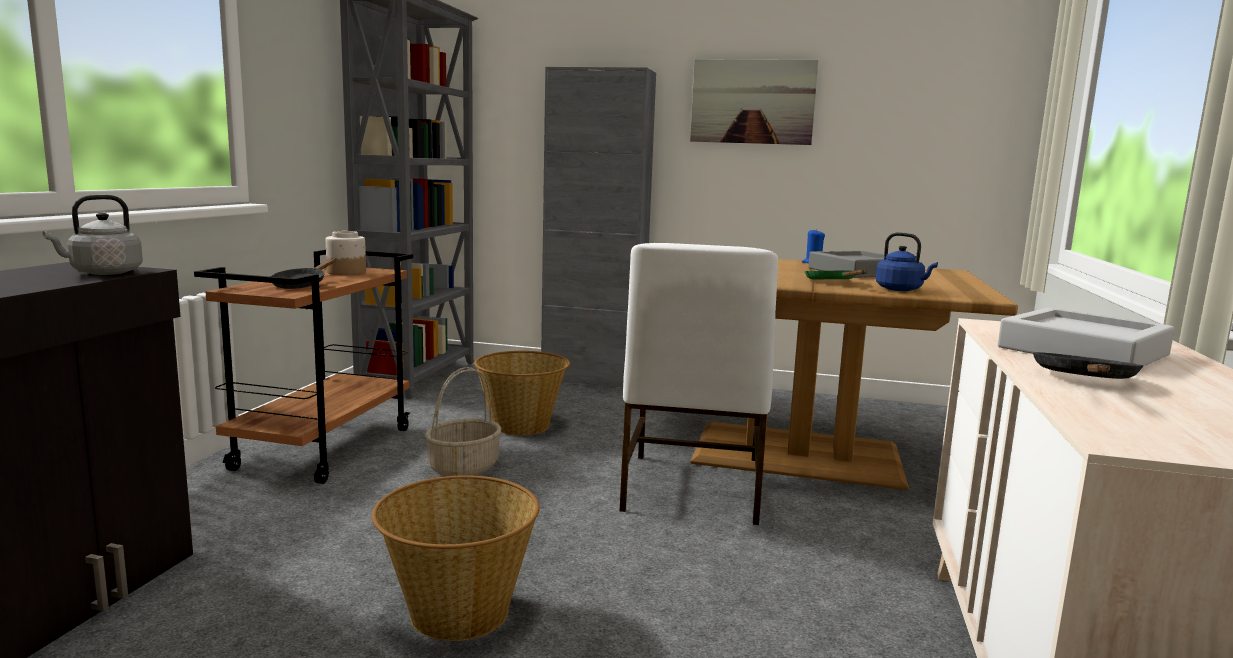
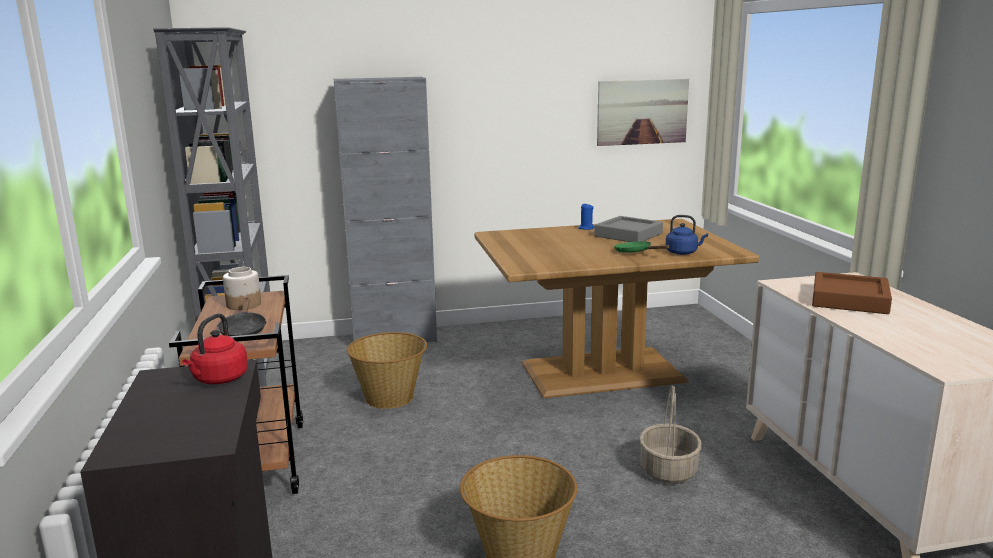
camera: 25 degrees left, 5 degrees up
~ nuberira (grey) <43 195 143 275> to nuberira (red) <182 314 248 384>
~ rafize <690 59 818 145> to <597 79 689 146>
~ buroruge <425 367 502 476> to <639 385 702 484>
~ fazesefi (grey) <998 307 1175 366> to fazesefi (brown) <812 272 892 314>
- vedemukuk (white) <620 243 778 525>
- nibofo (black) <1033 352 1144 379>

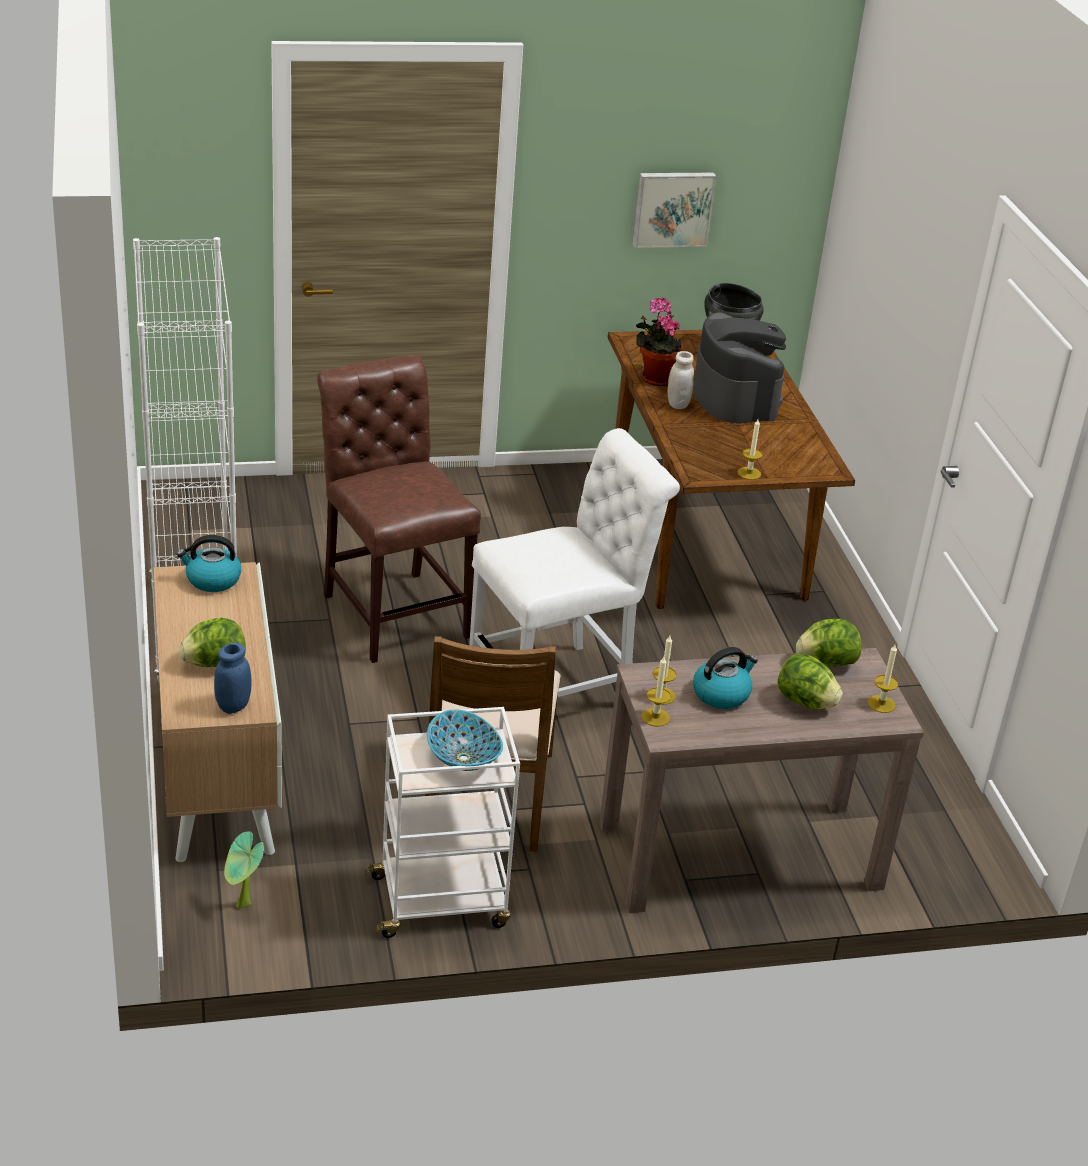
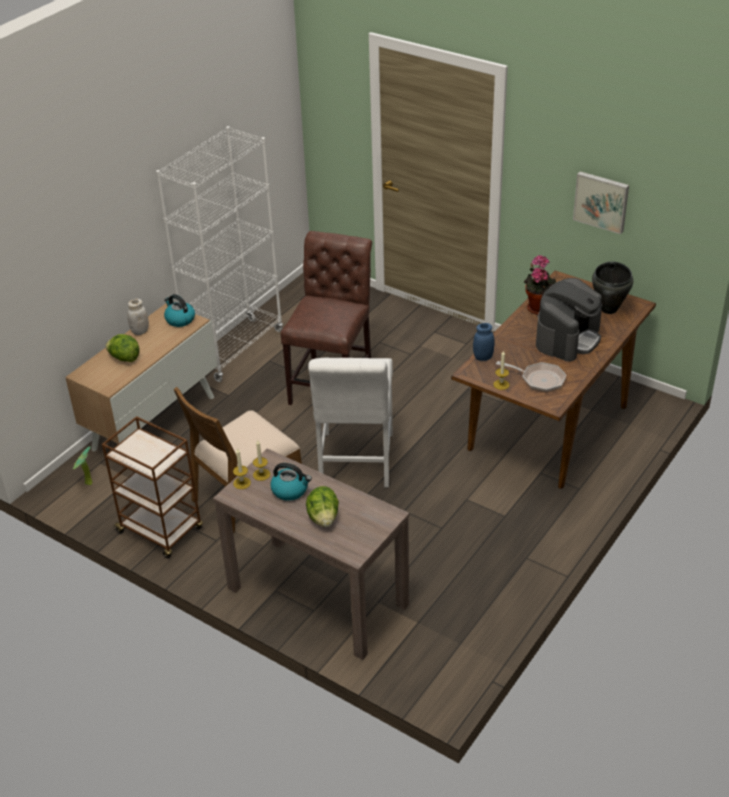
camera: 50 degrees right, 5 degrees up
~ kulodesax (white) <365 707 520 938> to kulodesax (brown) <102 416 203 558>
~ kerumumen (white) <668 351 694 409> to <128 299 149 335>
~ vedemukuk (white) <469 428 680 697> = <308 358 393 487> 75 degrees clockwise
~ kerumumen (blue) <214 643 252 714> to <473 323 495 361>
+ nibofo <496 361 566 392>
- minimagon <427 710 503 771>
- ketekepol <796 619 861 667>
- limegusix <868 645 899 713>

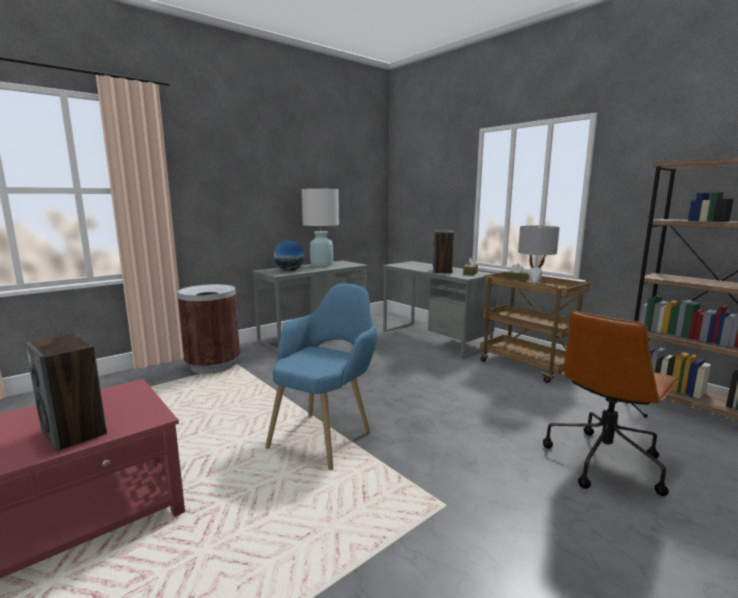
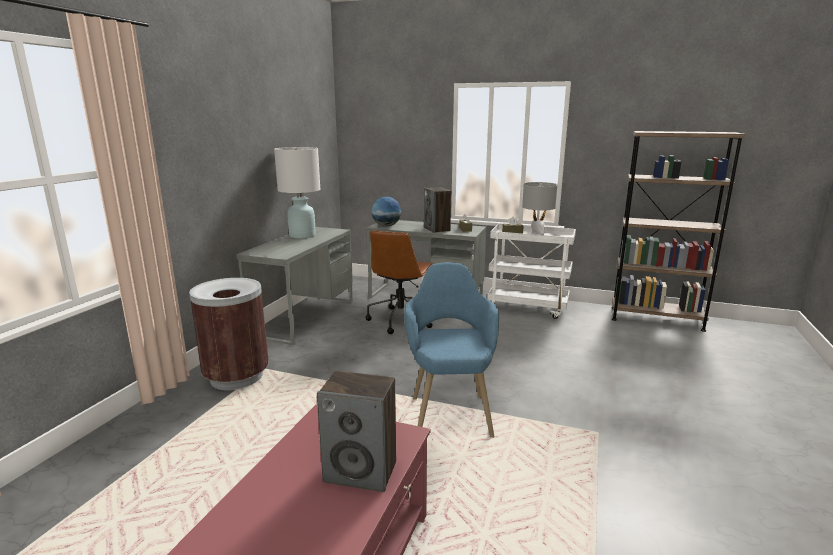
camera: 30 degrees left, 5 degrees up
~ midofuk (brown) <543 311 680 496> to <365 230 433 334>
~ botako <274 241 304 271> to <372 197 401 227>
~ kulodesax (brown) <480 271 590 383> to kulodesax (white) <487 223 576 319>

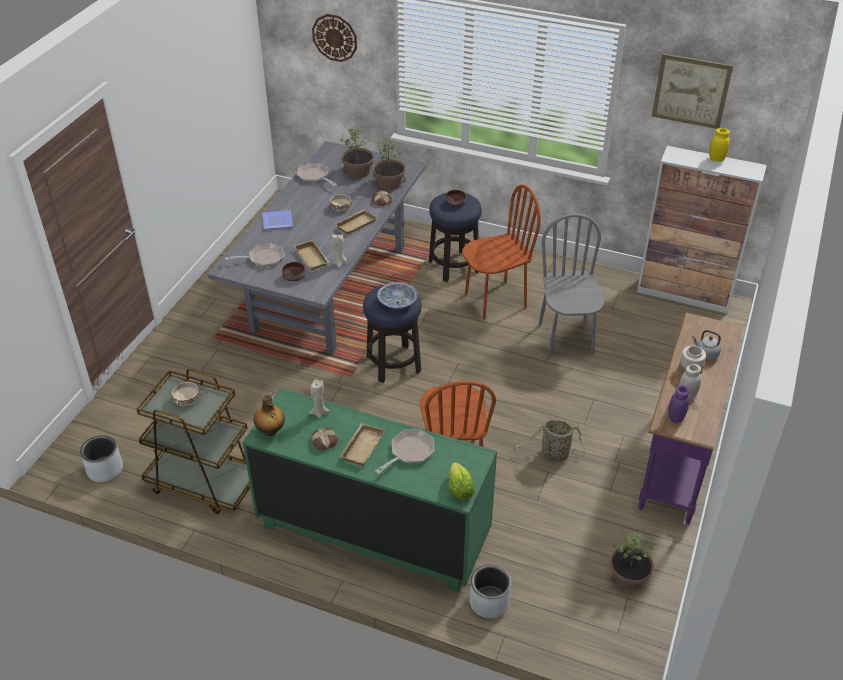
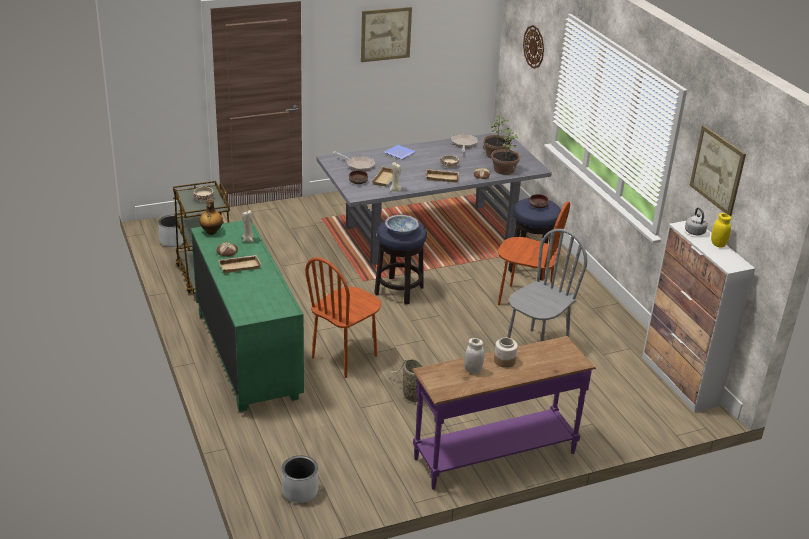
camera: 45 degrees right, 10 degrees down
~ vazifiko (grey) <469 565 511 618> to <282 456 318 503>
+ rafize <361 7 412 62>
~ nuberira (grey) <692 330 721 360> to <685 207 708 235>
- nibofo <375 429 434 474>
- ketekepol <449 462 475 500>
- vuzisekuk <610 531 656 590>
- kerumumen (purple) <668 385 690 423>

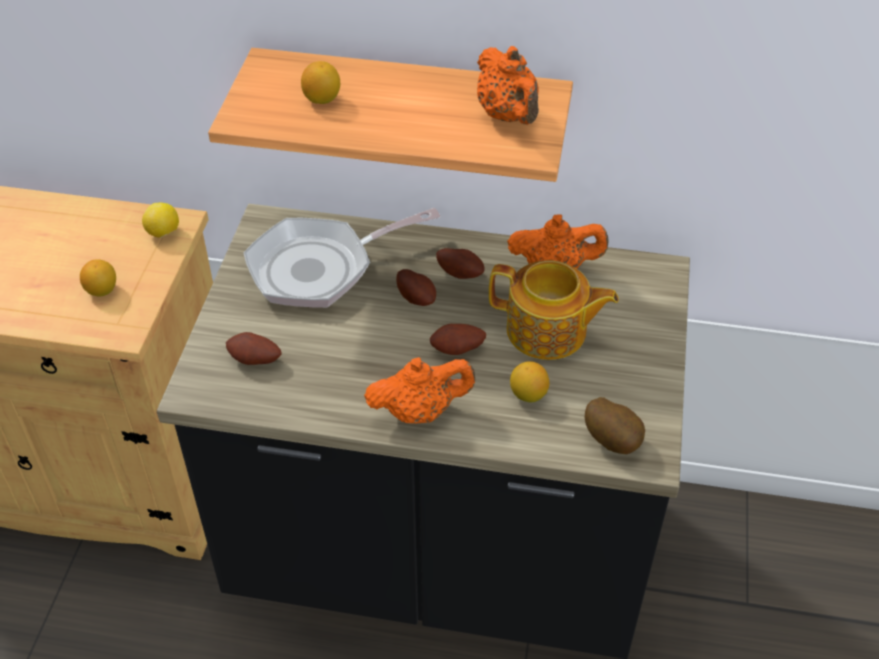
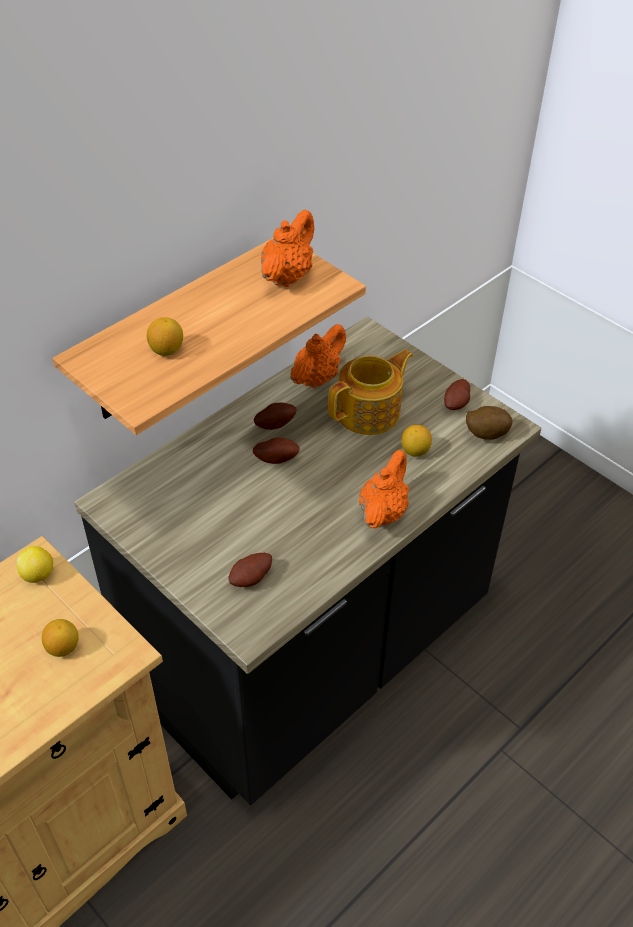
camera: 55 degrees left, 0 degrees up
~ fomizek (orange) <477 46 539 125> = <261 210 314 287> 75 degrees counterclockwise
~ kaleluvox <430 324 486 355> to <444 379 470 410>
- nibofo <244 208 440 308>

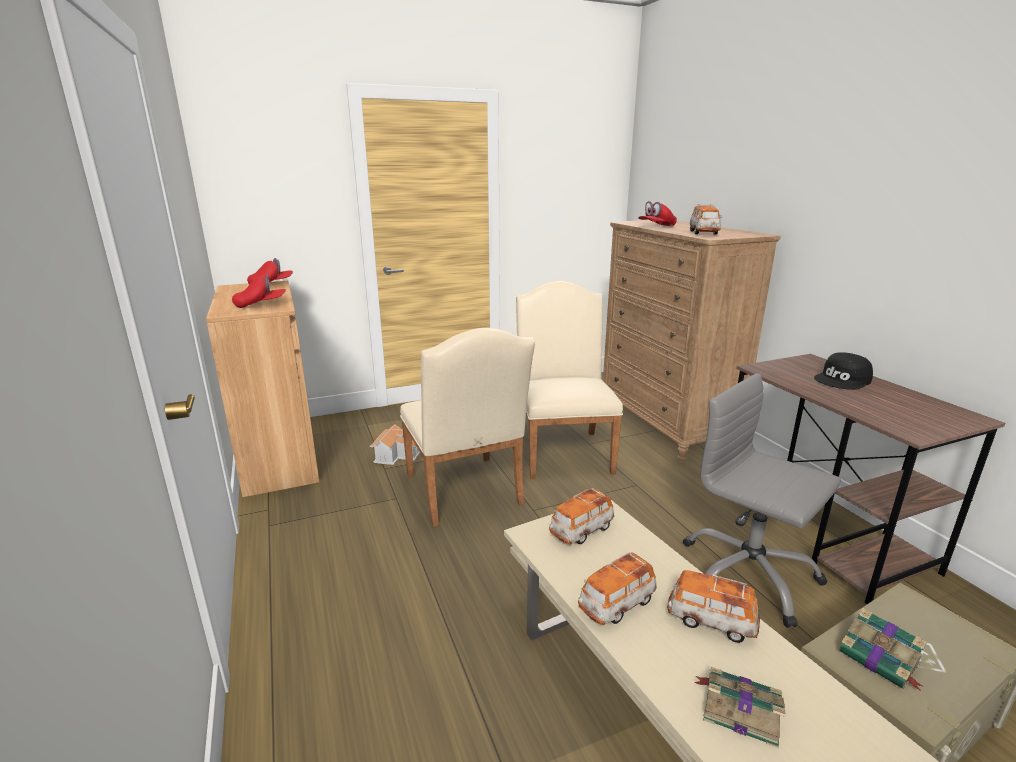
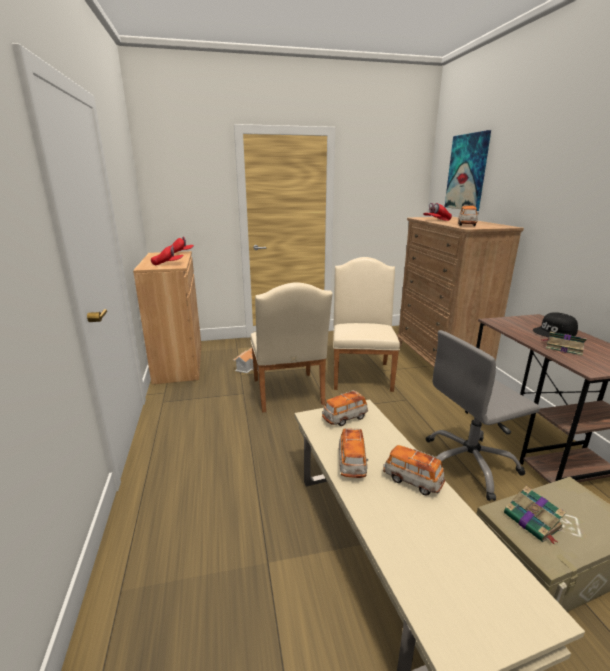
camera: 10 degrees right, 0 degrees up
~ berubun <578 552 657 625> = <339 428 368 478> 60 degrees counterclockwise
~ midofuk (grey) <683 373 841 628> = <426 330 540 501> 75 degrees counterclockwise
+ rafize <445 130 491 211>
~ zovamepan <694 667 786 748> to <542 332 587 356>

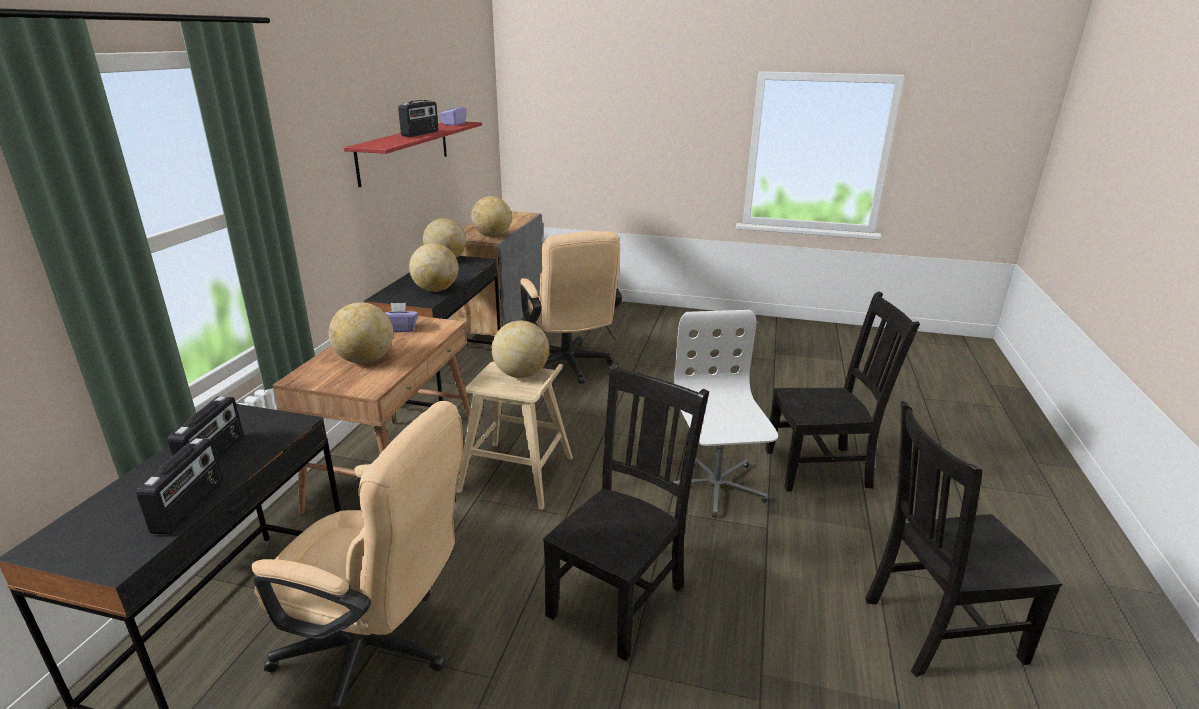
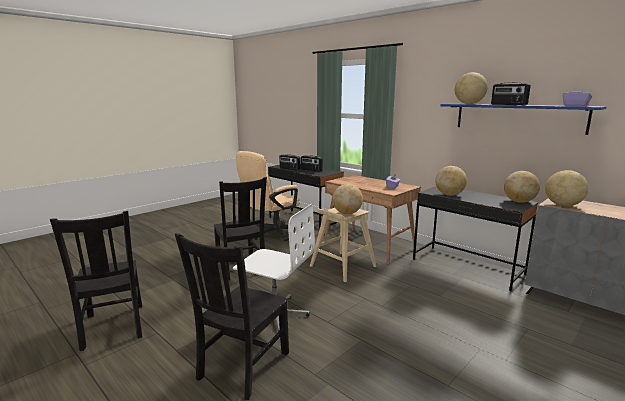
camera: 120 degrees right, 10 degrees down
~ vedemukuk (black) <865 401 1063 677> = <50 211 142 351> 135 degrees clockwise
~ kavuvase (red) <344 122 482 187> to kavuvase (blue) <440 104 606 135>
~ botako <329 302 393 364> to <455 72 488 104>
- midofuk (beige) <520 231 622 384>

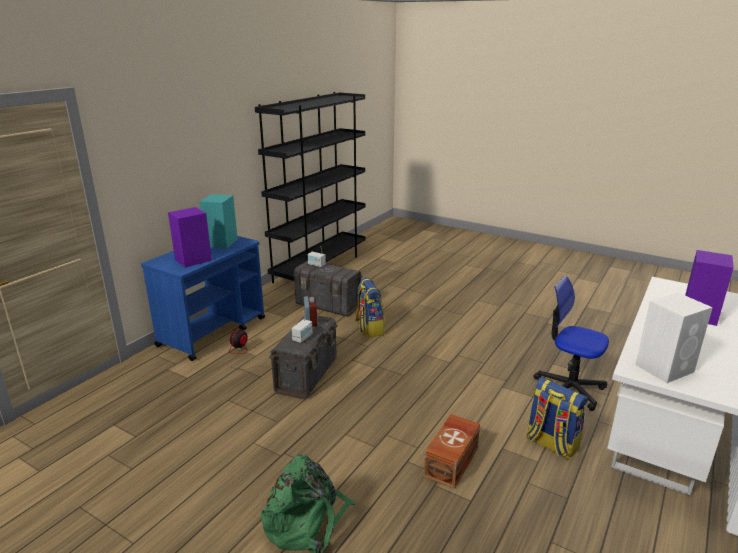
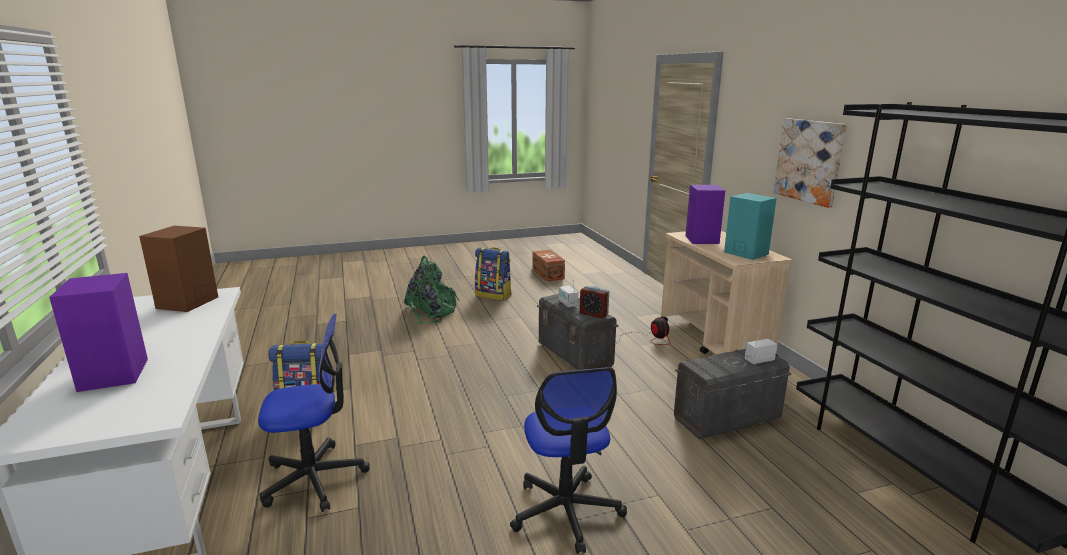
camera: 130 degrees right, 5 degrees down
~ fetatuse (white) <635 293 713 383> to fetatuse (brown) <139 226 218 312>
~ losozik <355 277 385 338> to <475 248 512 301>
+ midofuk <510 367 627 554>
~ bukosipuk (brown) <424 414 480 489> to <532 250 565 281>
~ kulodesax (blue) <141 236 265 361> to kulodesax (beige) <660 231 792 356>
+ rafize <773 118 847 208>

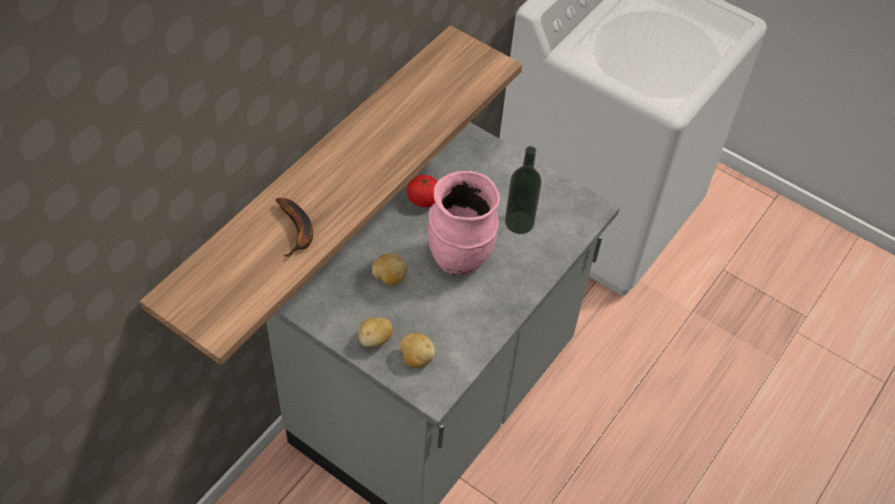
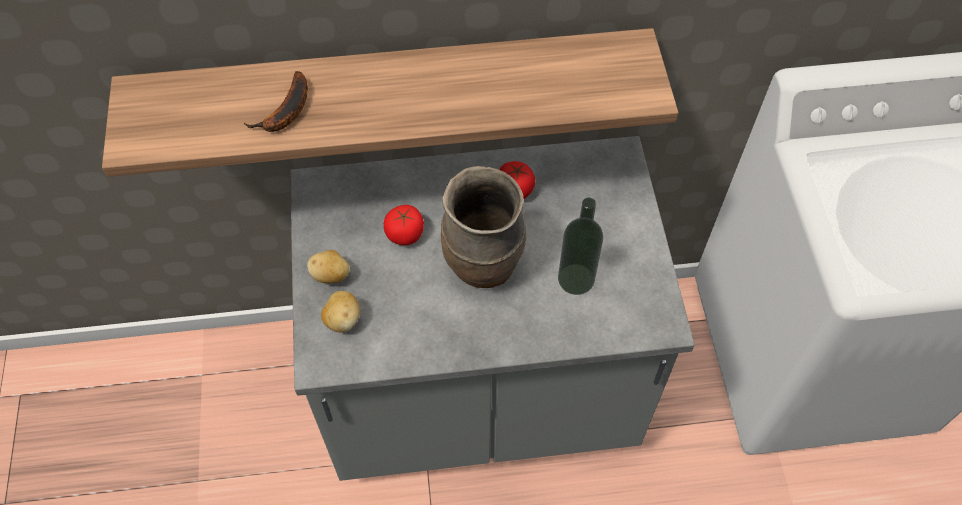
camera: 50 degrees right, 5 degrees up
~ kaleluvox <372 253 407 286> to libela <384 205 424 245>
~ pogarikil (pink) <428 171 500 275> to pogarikil (brown) <441 166 526 288>

